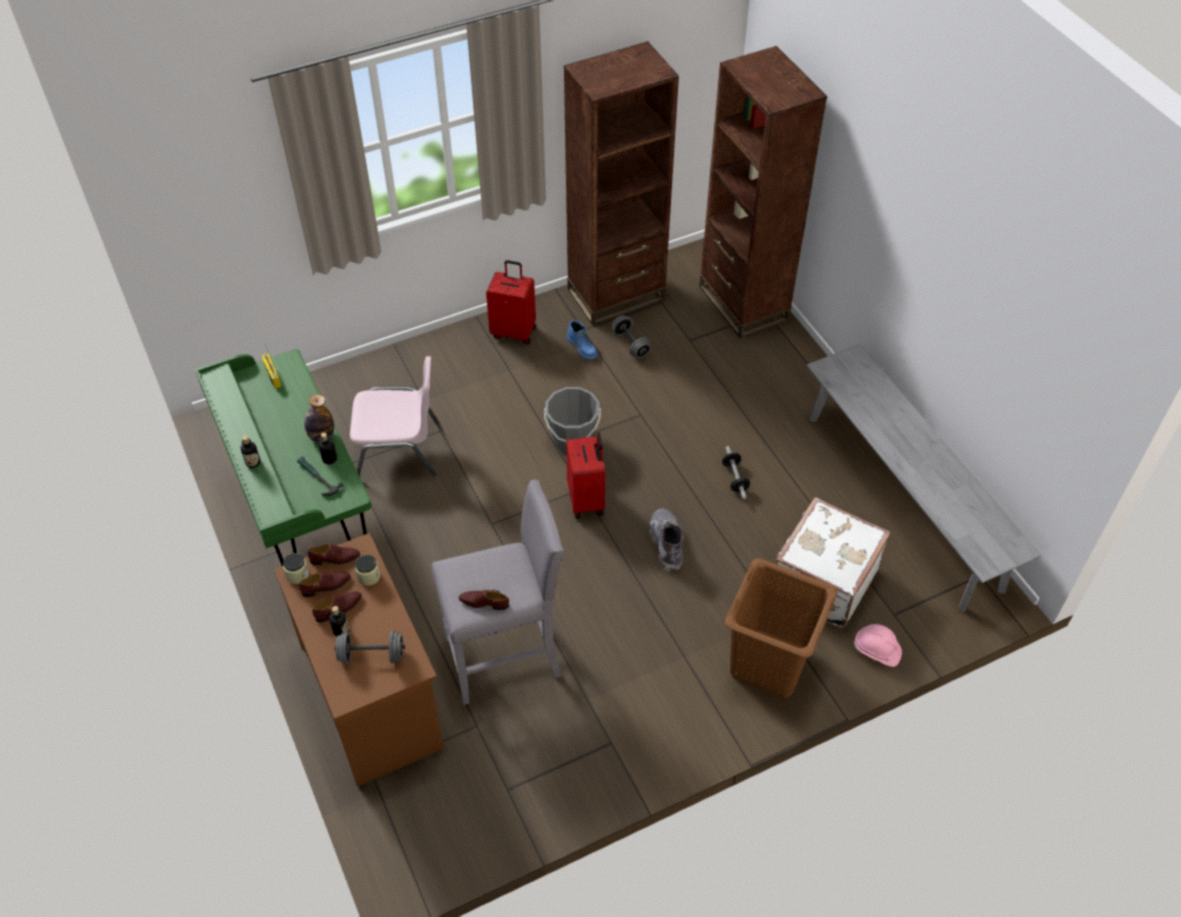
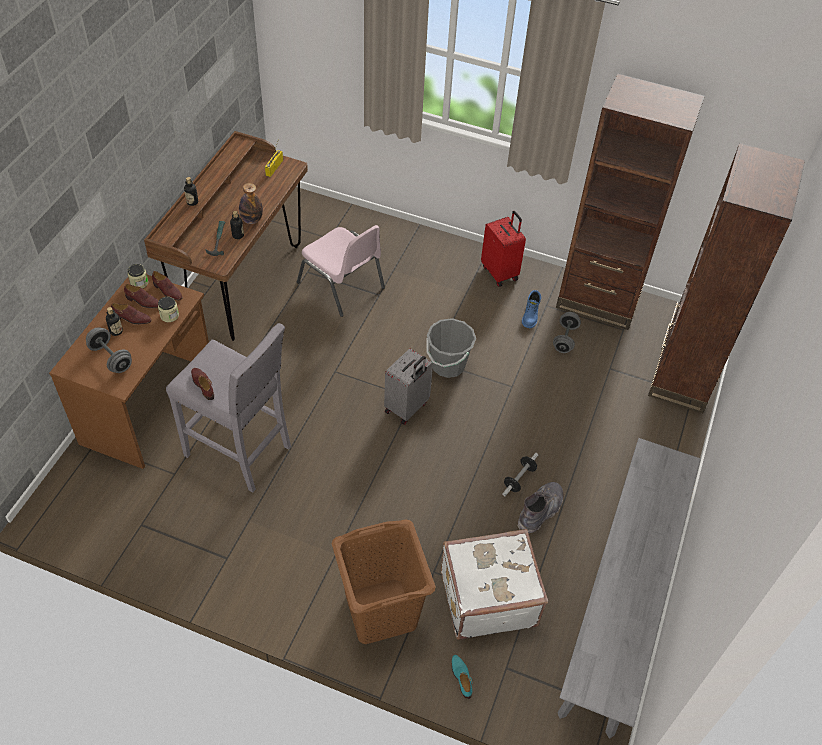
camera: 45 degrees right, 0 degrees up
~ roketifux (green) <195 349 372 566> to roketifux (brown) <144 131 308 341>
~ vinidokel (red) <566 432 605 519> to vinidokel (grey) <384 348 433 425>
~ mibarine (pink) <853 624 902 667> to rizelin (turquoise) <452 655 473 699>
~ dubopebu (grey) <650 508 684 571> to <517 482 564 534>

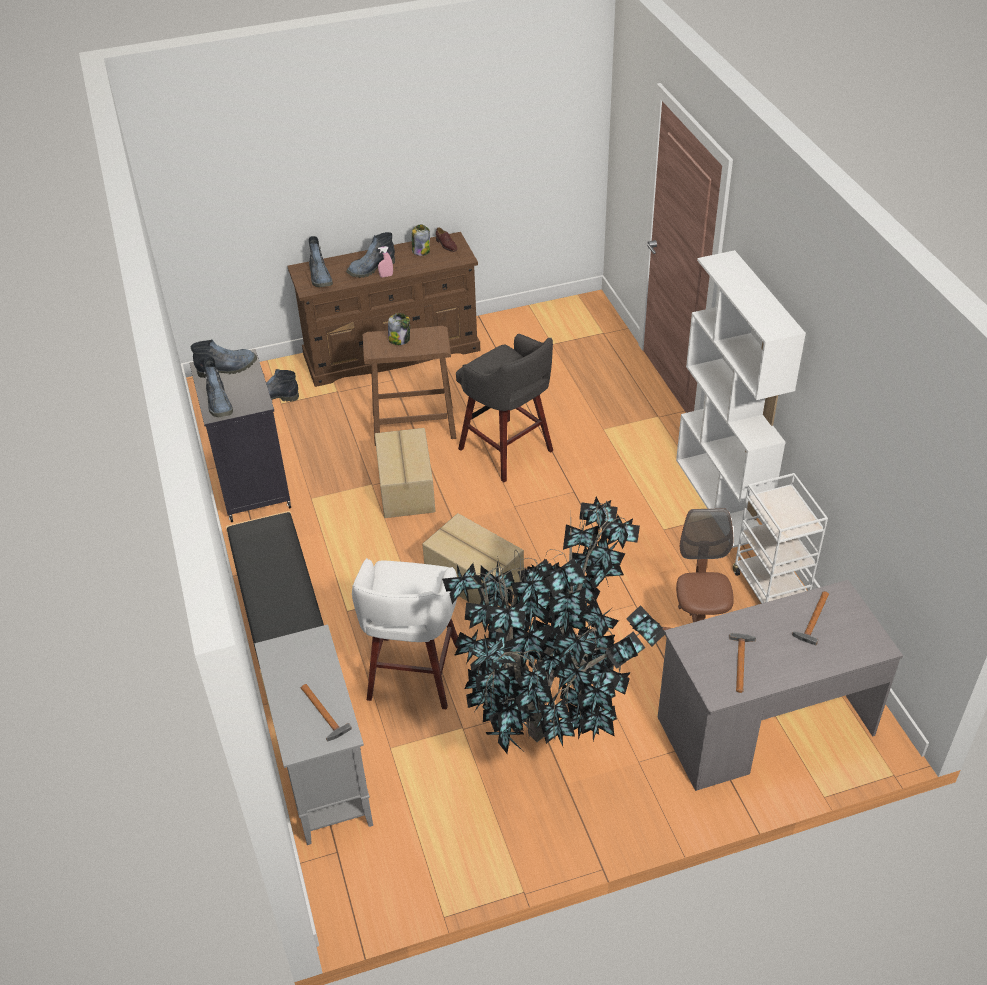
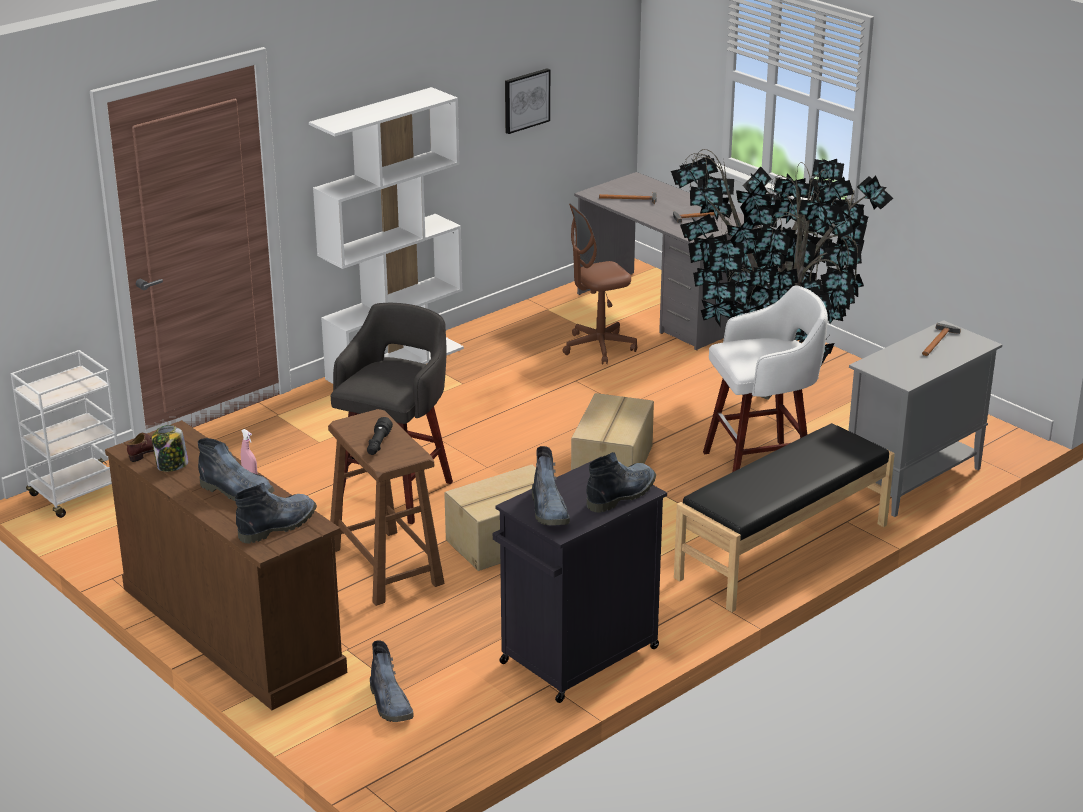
camera: 115 degrees left, 15 degrees down
~ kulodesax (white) <733 473 828 604> to <10 350 118 518>
~ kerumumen <388 313 410 345> to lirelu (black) <367 417 393 455>
+ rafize <505 68 550 134>
~ dubopebu <191 339 257 378> = <532 446 570 525> 150 degrees counterclockwise

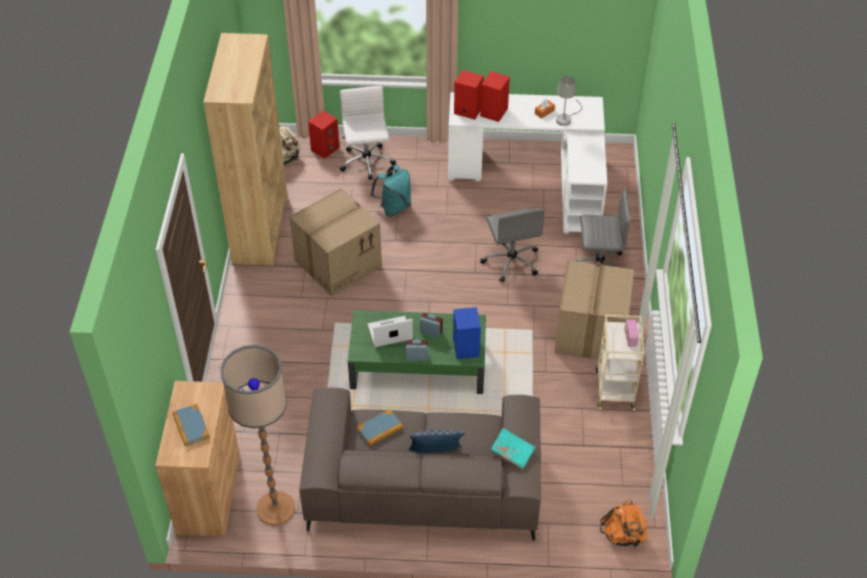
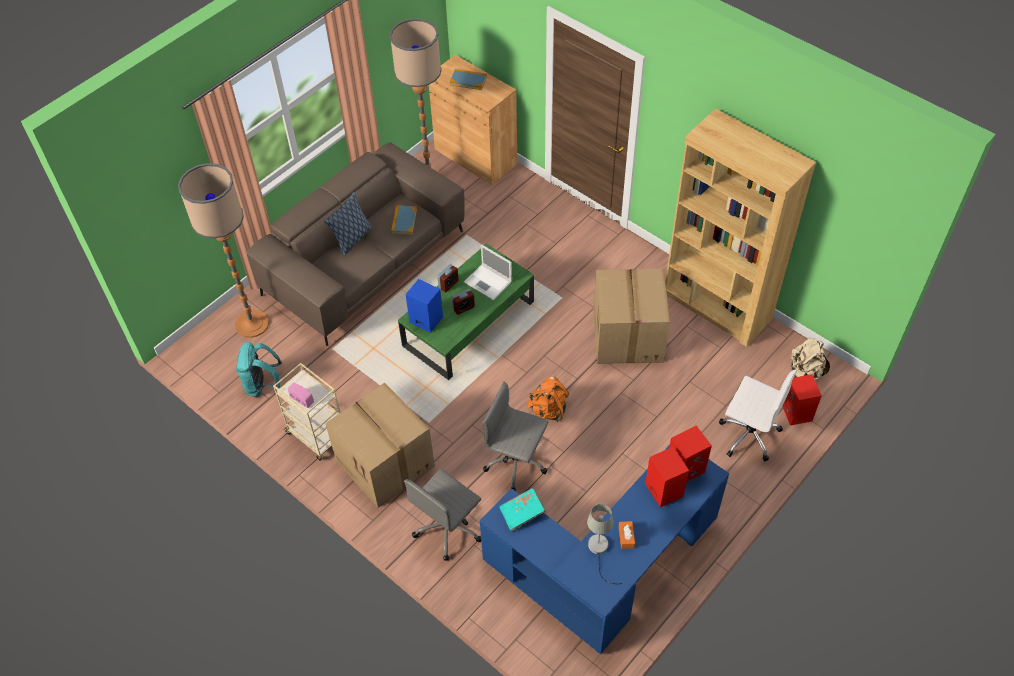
camera: 130 degrees right, 5 degrees up
+ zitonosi <178 163 269 338>
~ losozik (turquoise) <370 165 411 217> to <236 342 282 397>
~ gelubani <368 316 413 347> = <464 245 512 300> 105 degrees clockwise
~ roketifux (white) <448 92 607 234> to roketifux (blue) <480 445 729 654>
~ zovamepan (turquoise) <490 428 535 470> to <499 488 546 532>
~ losozik (orange) <600 499 649 549> to <528 377 569 422>

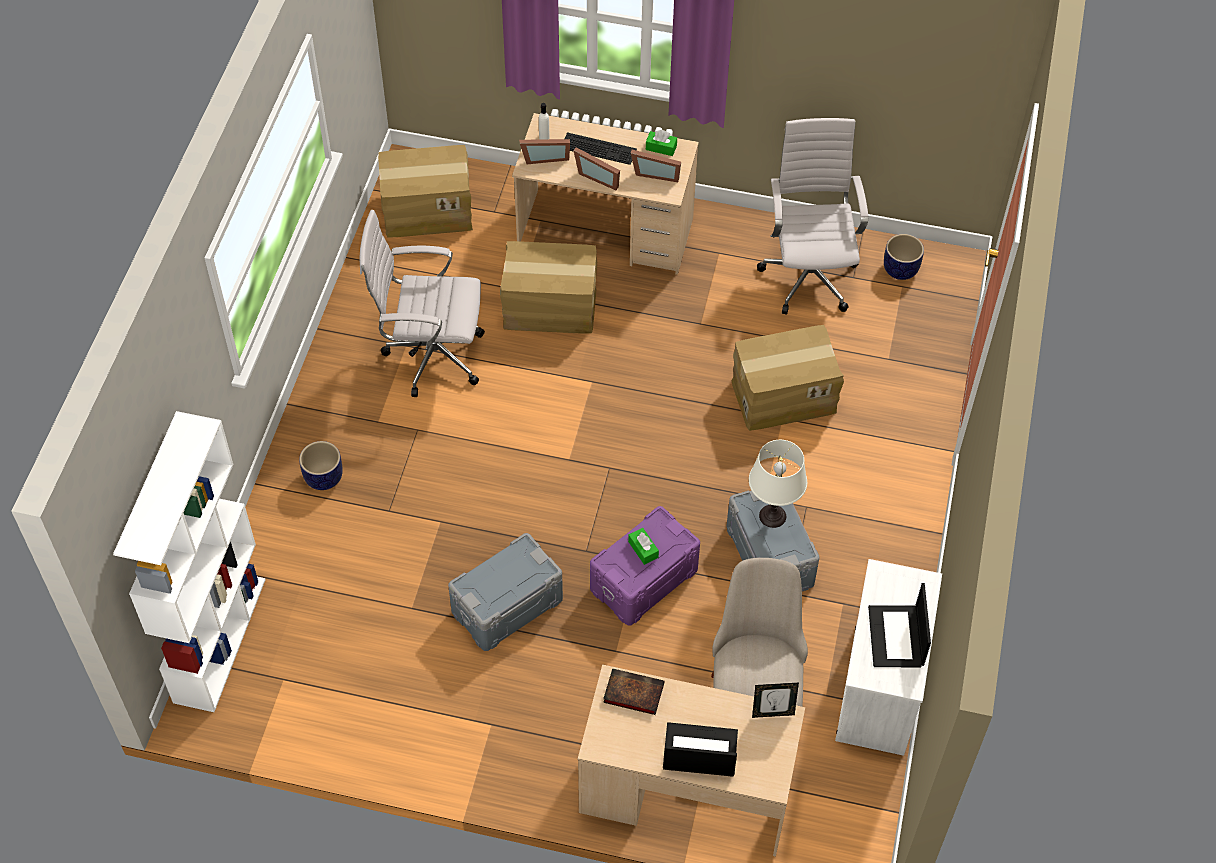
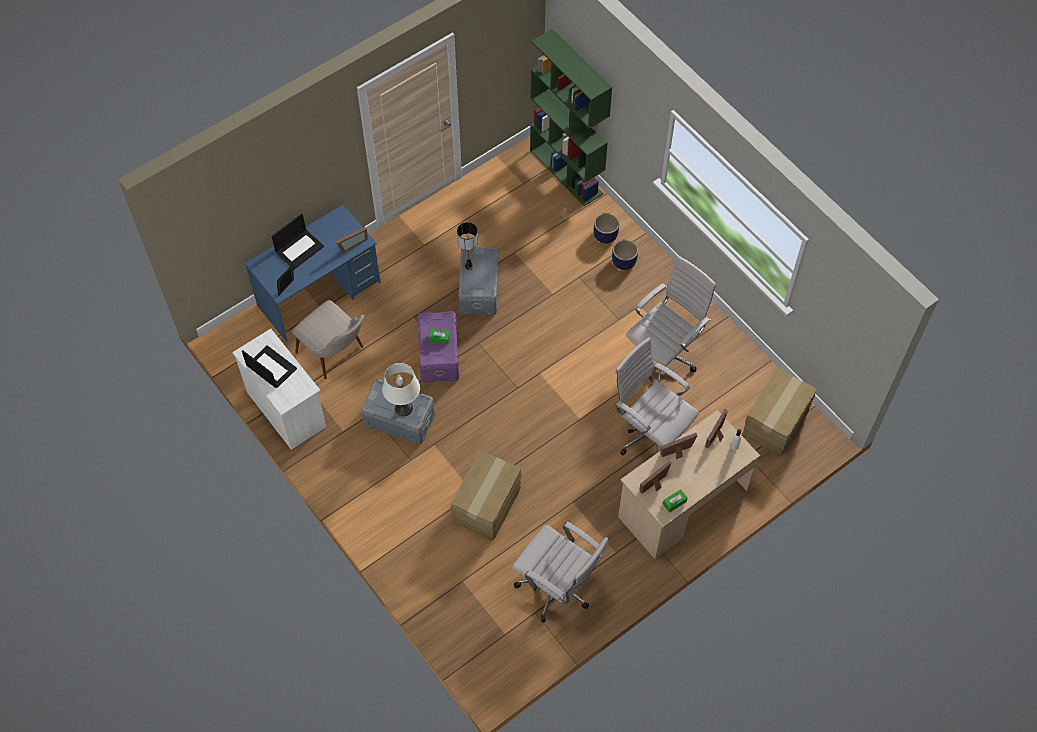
camera: 130 degrees right, 5 degrees up
~ roketifux (beige) <578 664 805 857> to roketifux (blue) <245 204 381 342>
~ zovamepan <603 668 664 715> to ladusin <335 227 368 253>
+ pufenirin <457 222 478 270>
~ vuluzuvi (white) <113 411 266 712> to vuluzuvi (green) <530 29 612 206>
~ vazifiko <884 234 924 280> to <594 213 619 244>
~ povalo <500 241 597 334> to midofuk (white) <615 337 699 456>
- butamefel <565 132 637 165>

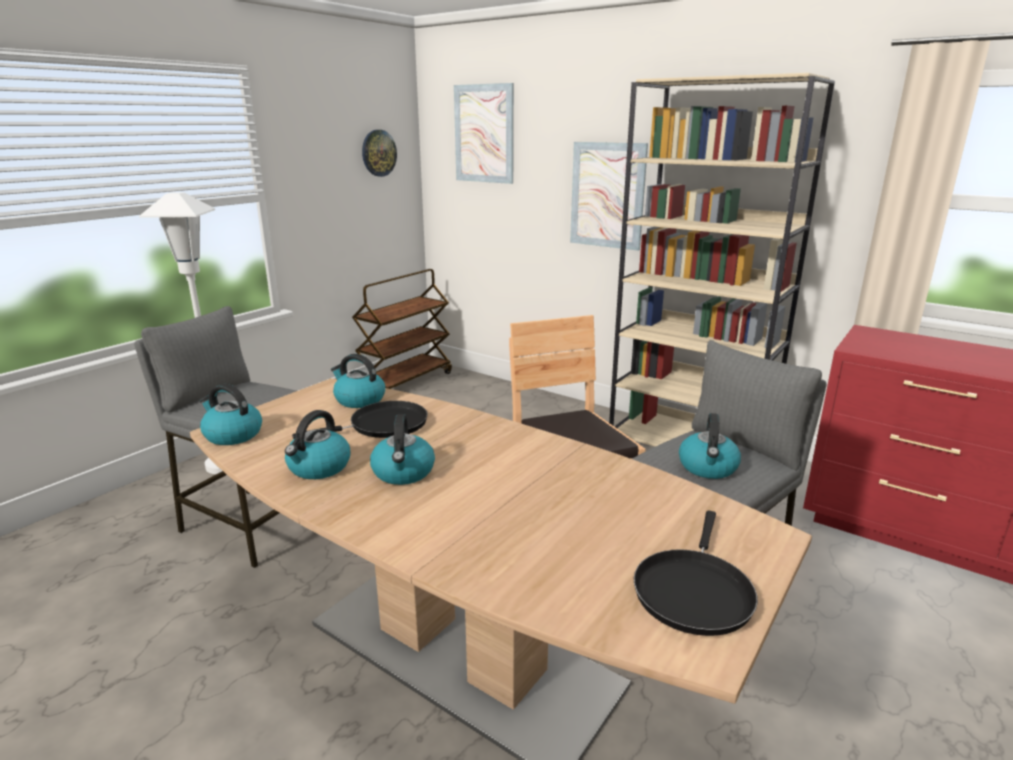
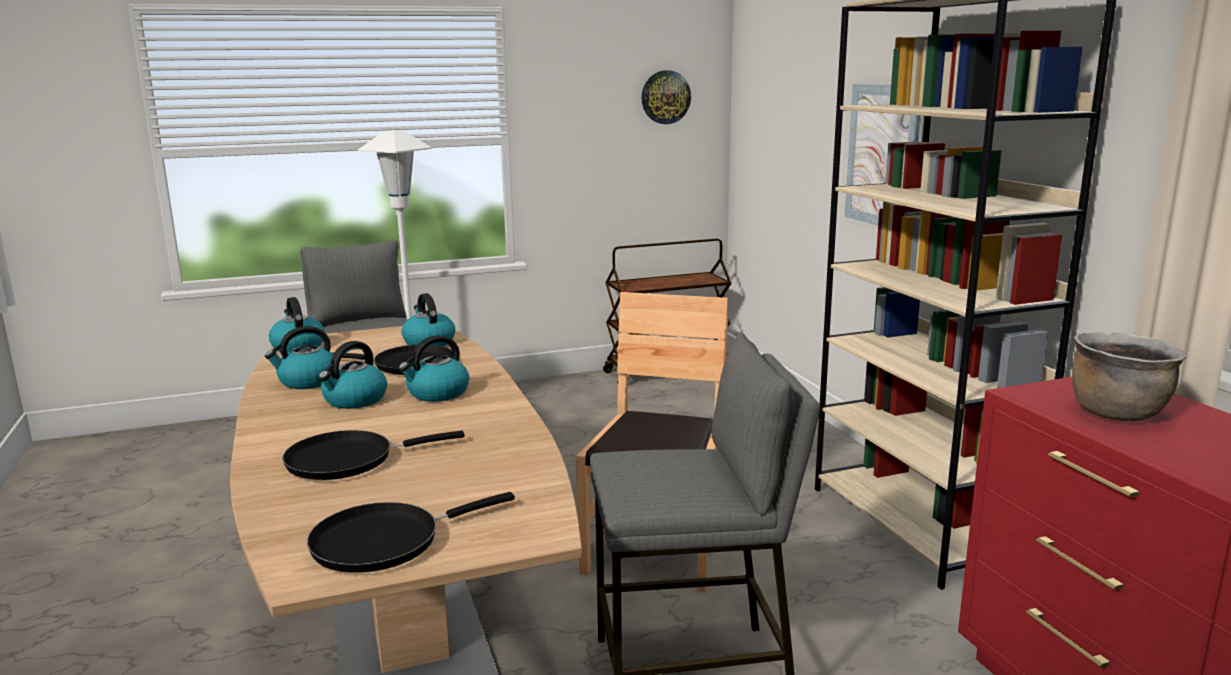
camera: 35 degrees right, 5 degrees down
+ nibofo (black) <282 430 465 480>
~ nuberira <679 413 741 479> to <398 335 469 402>
+ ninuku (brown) <1072 332 1187 421>
- rafize <454 83 514 184>

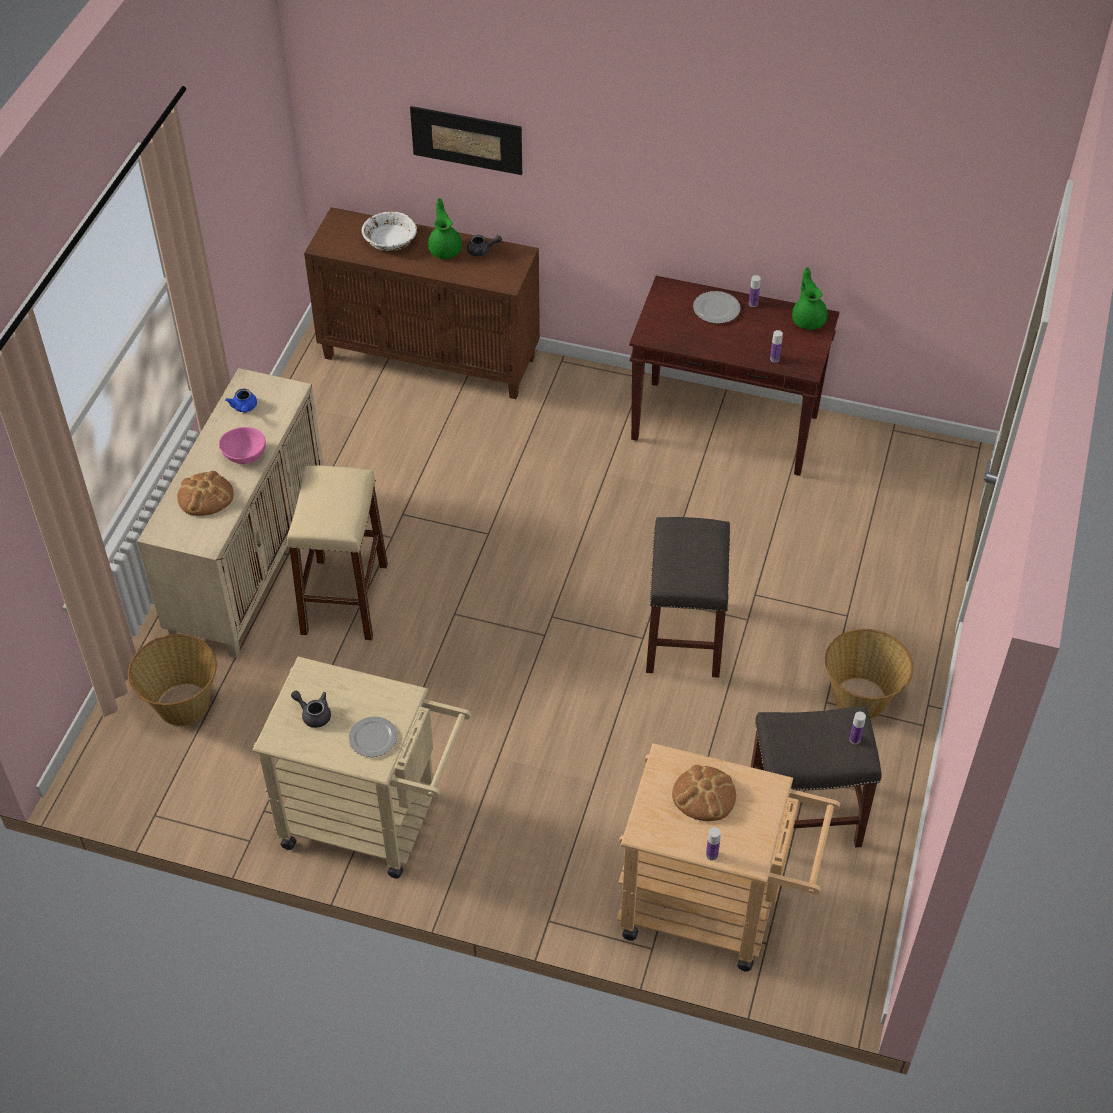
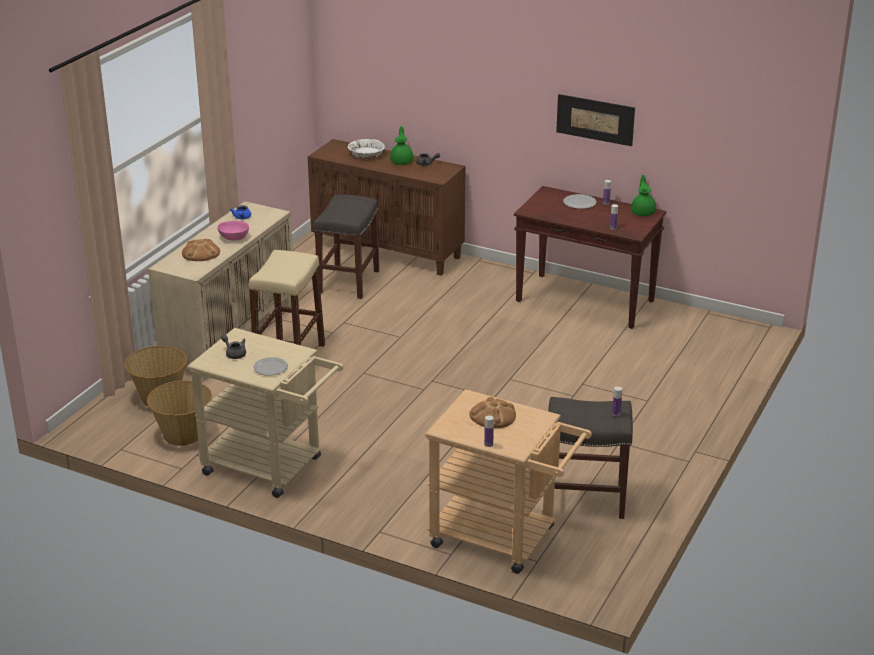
camera: 10 degrees right, 20 degrees down
~ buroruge <825 629 913 719> to <147 380 212 446>
~ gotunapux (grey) <646 517 730 678> to <314 194 379 299>
~ rafize <410 106 522 175> to <556 94 635 146>

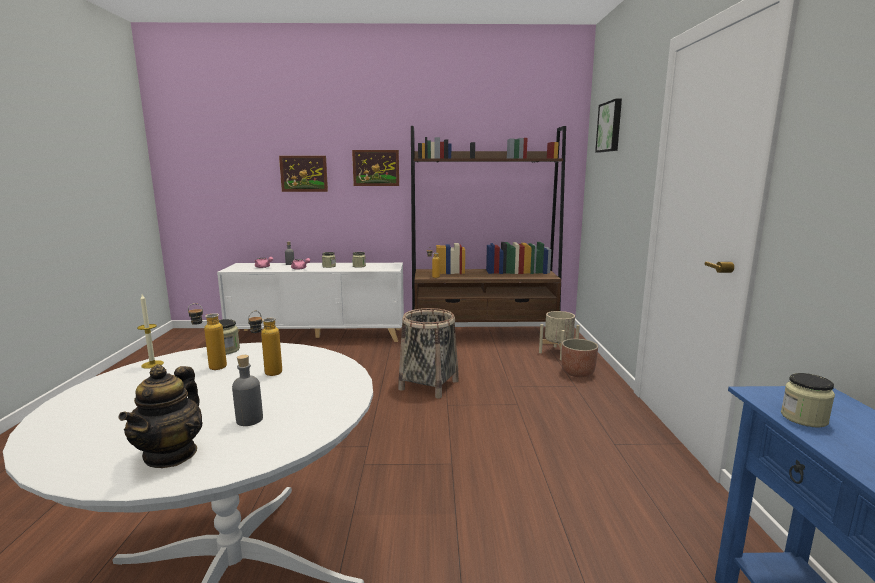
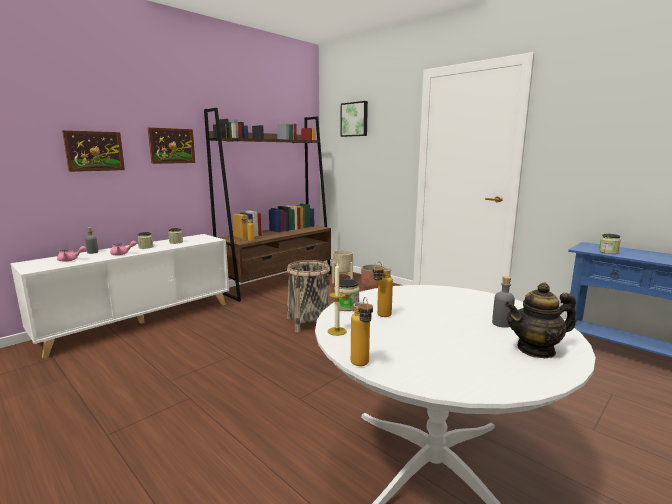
camera: 45 degrees left, 0 degrees up
~ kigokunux <248 311 282 376> to <351 297 373 366>
~ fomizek <118 364 203 468> = <505 283 576 358> 120 degrees clockwise

